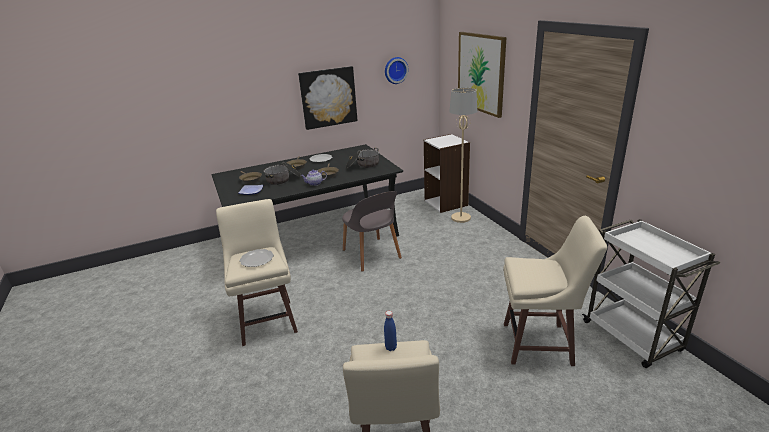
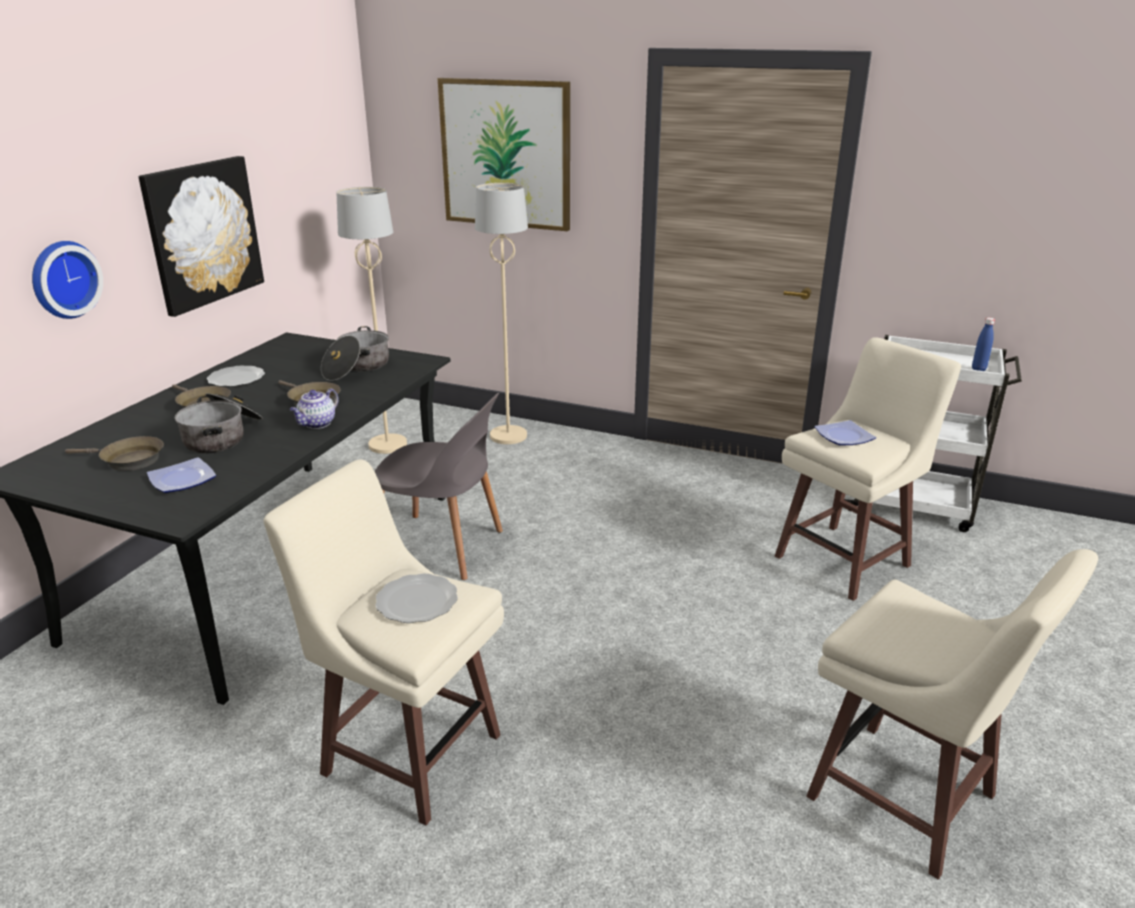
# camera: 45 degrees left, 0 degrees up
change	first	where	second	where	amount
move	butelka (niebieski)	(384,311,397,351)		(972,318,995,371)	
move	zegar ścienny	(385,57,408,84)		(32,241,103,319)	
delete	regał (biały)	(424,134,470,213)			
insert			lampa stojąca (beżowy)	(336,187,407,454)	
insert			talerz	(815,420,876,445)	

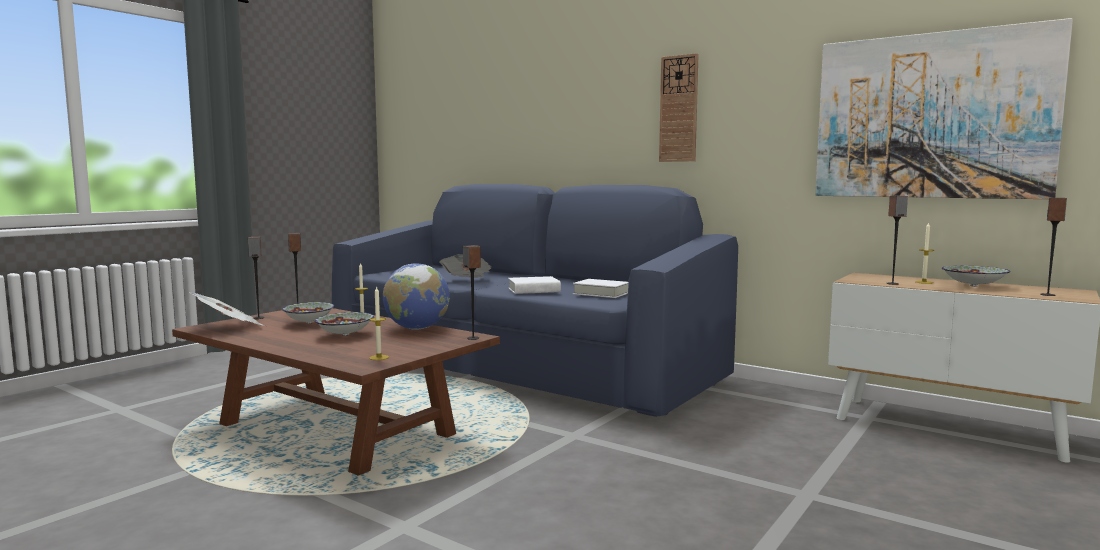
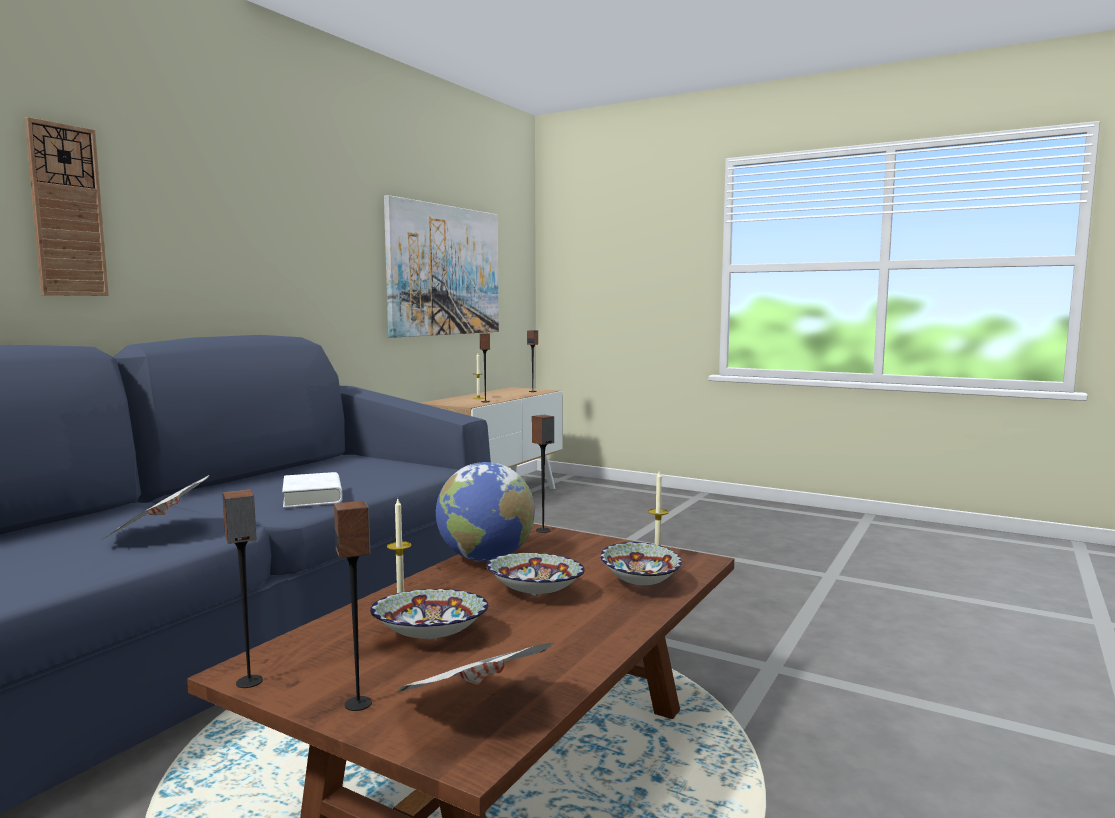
# camera: 95 degrees left, 0 degrees up
change	first	where	second	where	amount
delete	książka (biały)	(573,279,628,298)			
move	zegar ścienny	(659,53,699,162)		(25,117,109,296)	
move	miska	(942,266,1010,287)		(601,542,682,585)	

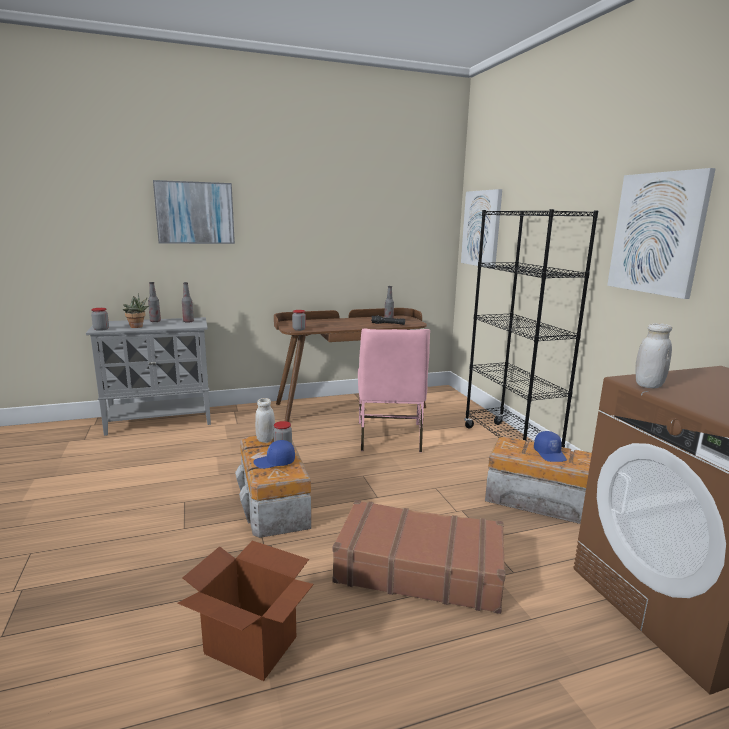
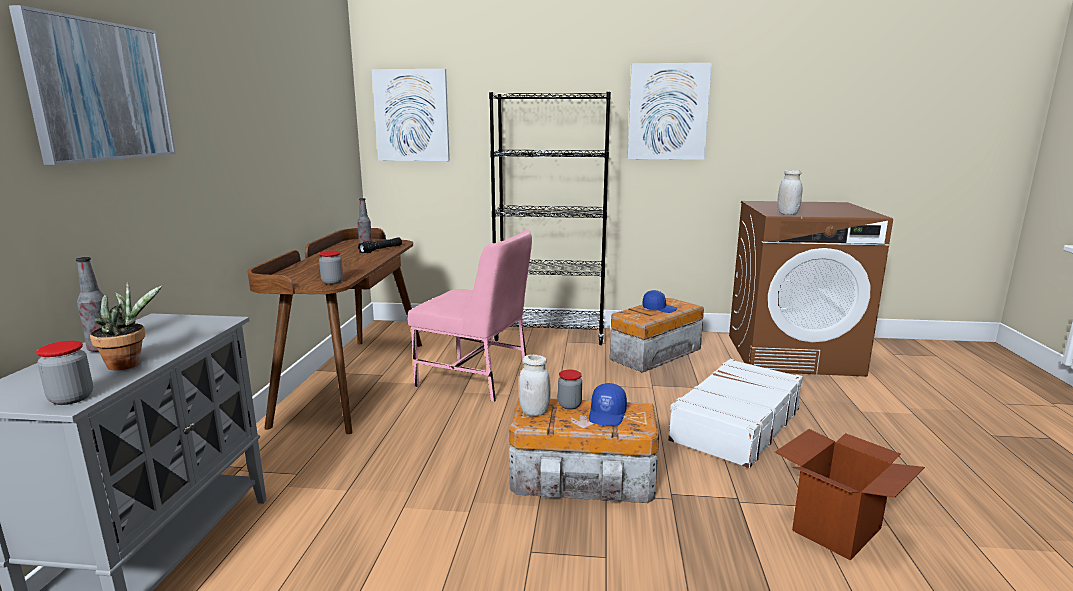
# camera: 65 degrees left, 0 degrees up
change	first	where	second	where	amount
delete	butelka	(182,282,194,323)			
recolor	walizka (brązowy)	(333,500,506,614)	walizka (biały)	(668,359,803,468)	

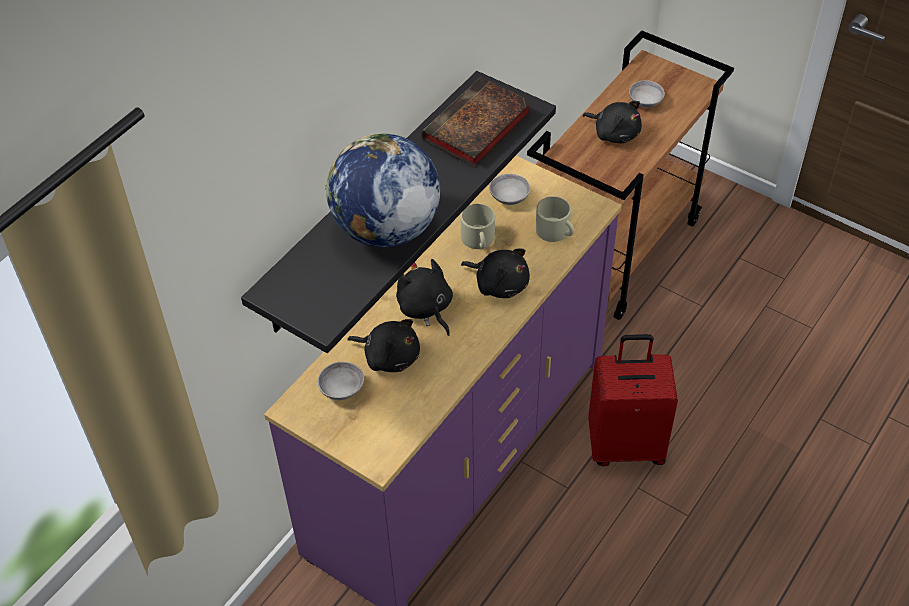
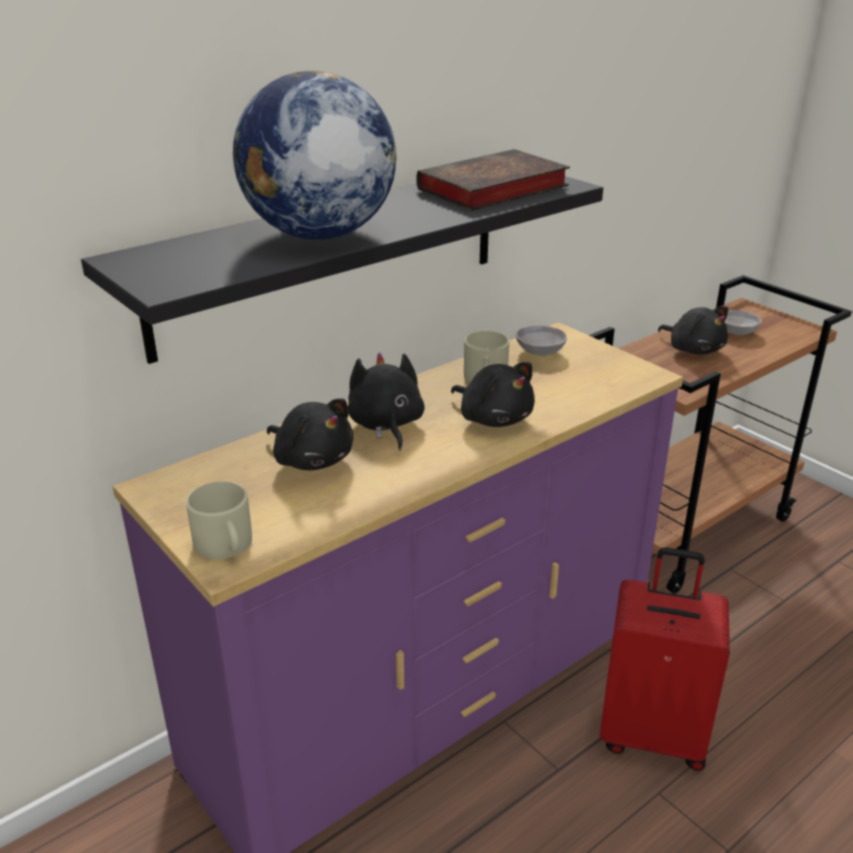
# camera: 15 degrees right, 20 degrees down
change	first	where	second	where	amount
delete	miska (szary)	(318,362,364,400)			
move	kubek (beżowy)	(536,196,574,242)		(186,481,252,559)	

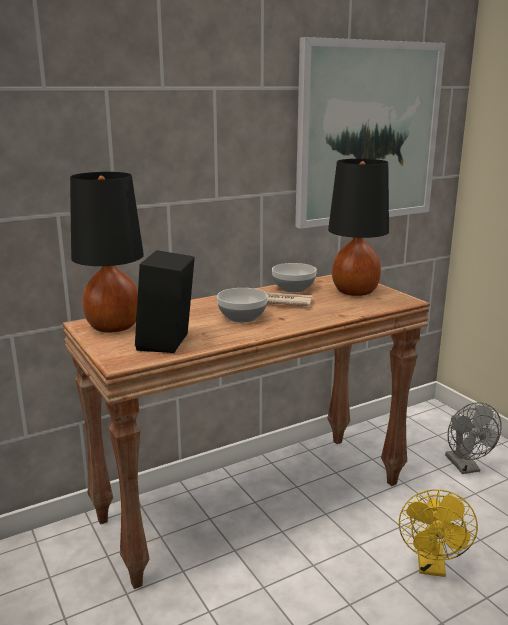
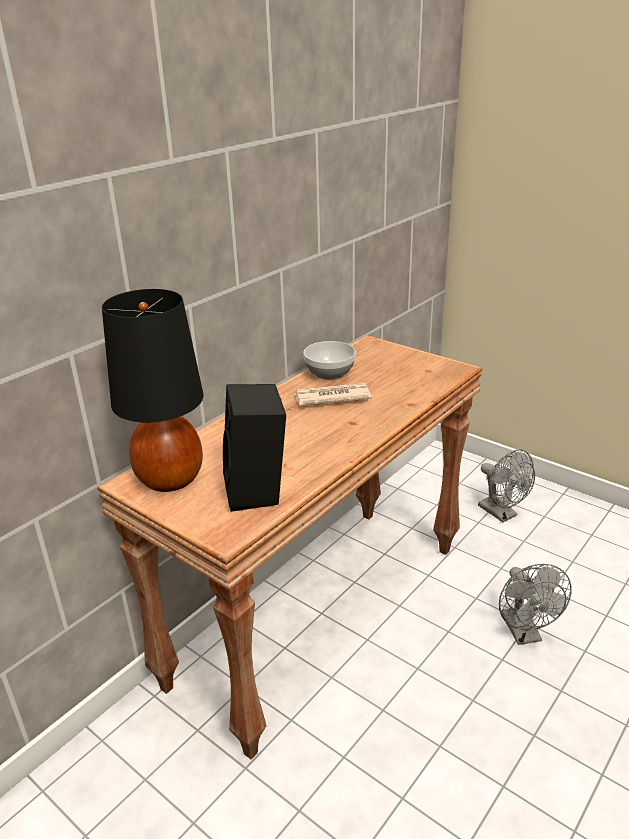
# camera: 20 degrees left, 10 degrees up
change	first	where	second	where	amount
delete	miska	(217,288,268,322)			
delete	obraz	(295,37,445,229)			
delete	lampa stołowa (czarny)	(328,159,389,296)			
recolor	wentylator (żółty)	(399,489,478,577)	wentylator (szary)	(499,564,572,645)	

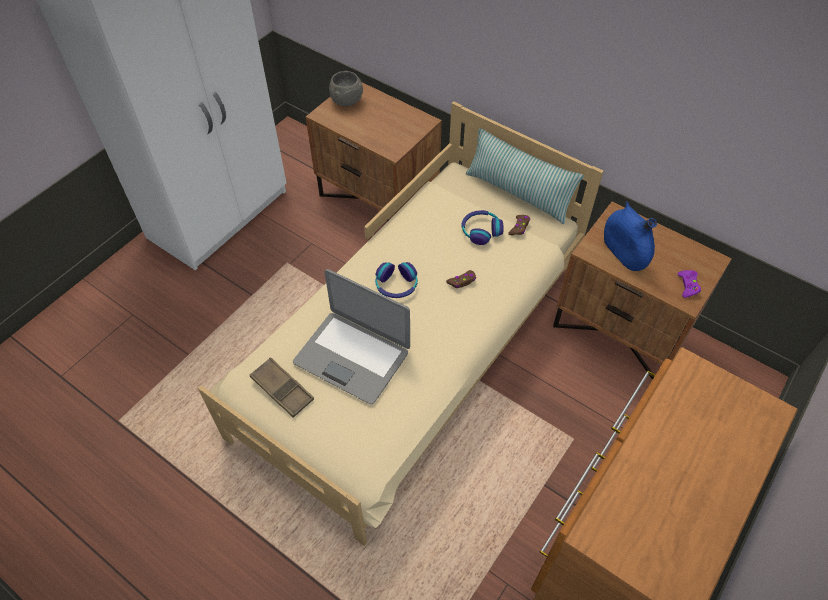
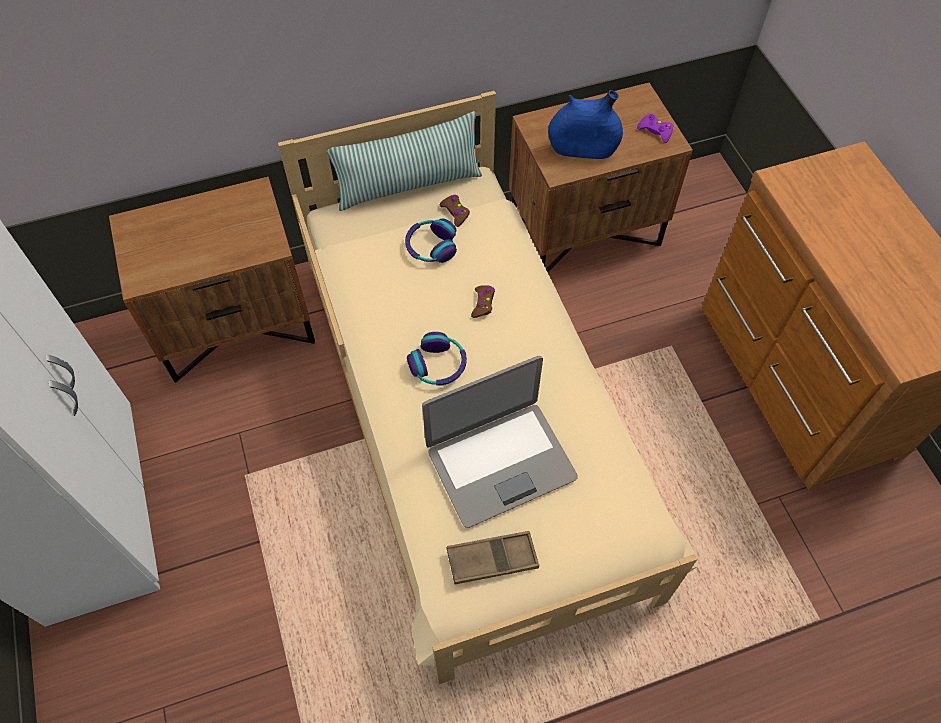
# camera: 55 degrees left, 5 degrees up
change	first	where	second	where	amount
delete	miska (szary)	(329,71,363,106)			

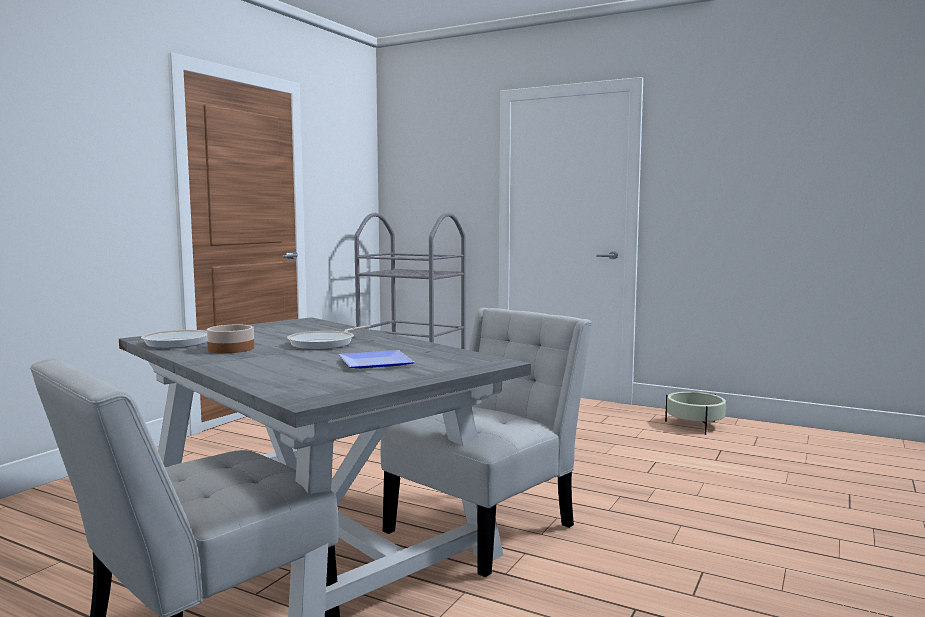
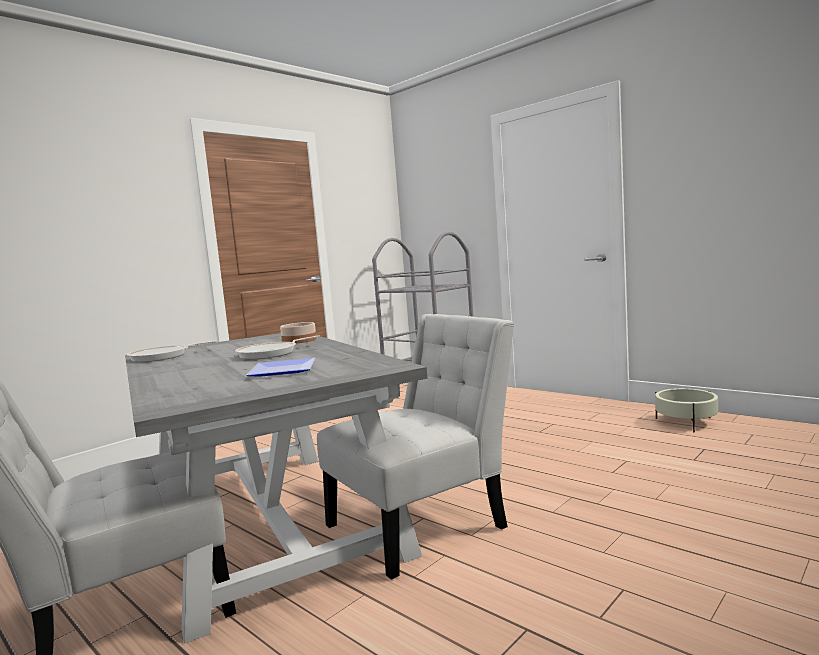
# camera: 15 degrees right, 0 degrees up
change	first	where	second	where	amount
move	miska	(207,325,254,353)		(280,322,316,343)	

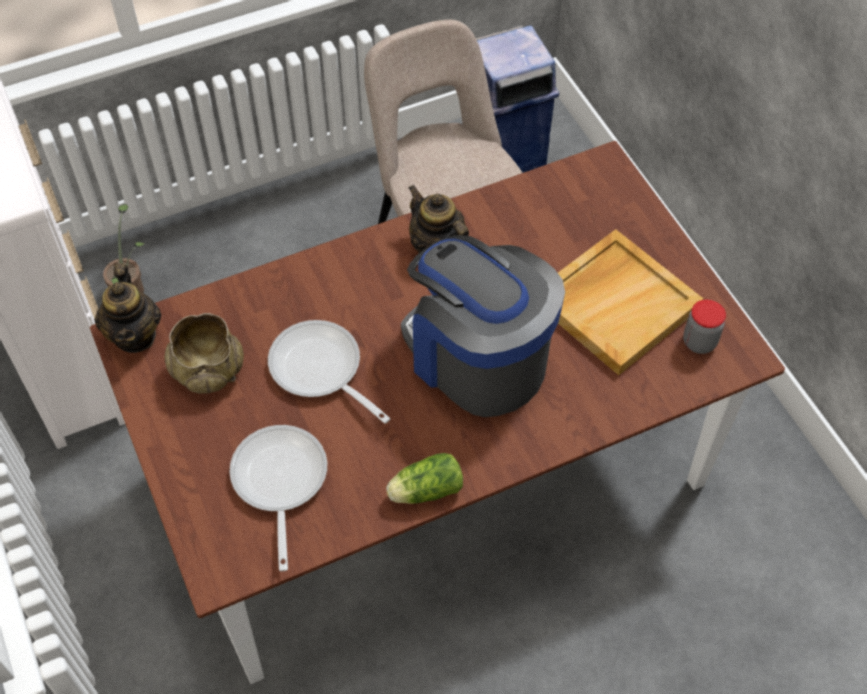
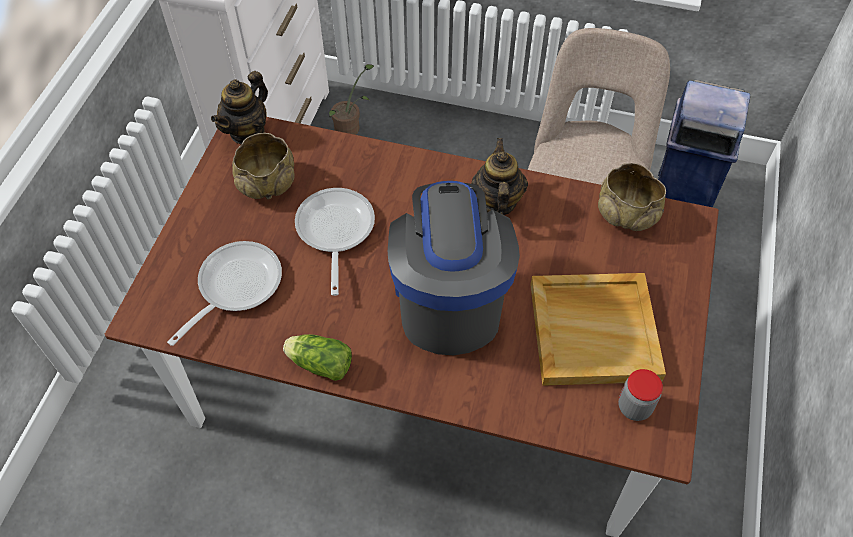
# camera: 40 degrees right, 0 degrees up
change	first	where	second	where	amount
insert			miska (beżowy)	(598,163,666,231)	

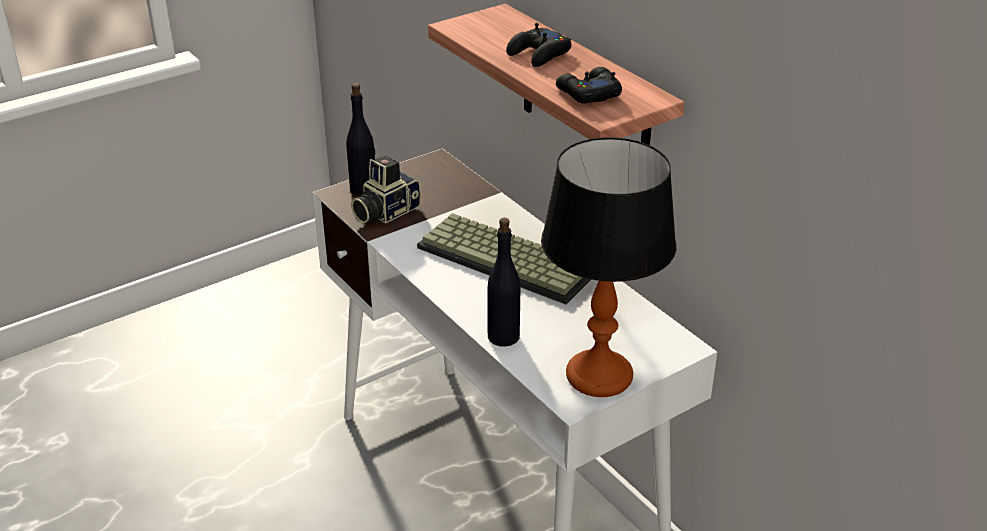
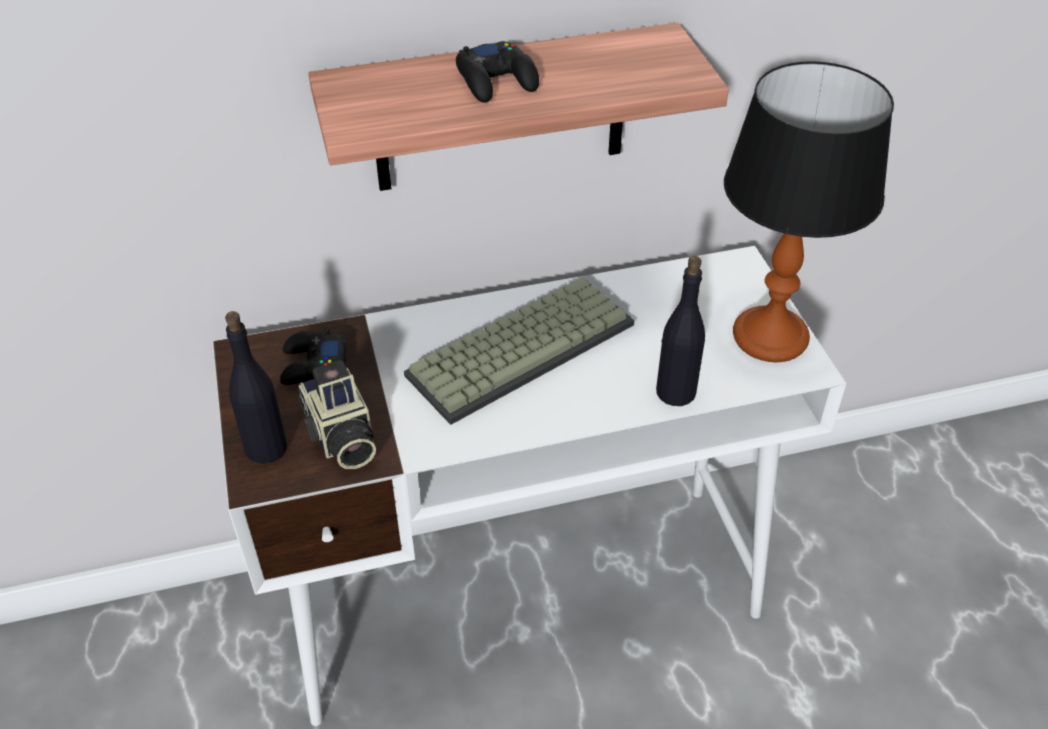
# camera: 70 degrees left, 10 degrees up
change	first	where	second	where	amount
move	pad do gier (czarny)	(556,67,622,104)		(280,328,347,385)	

